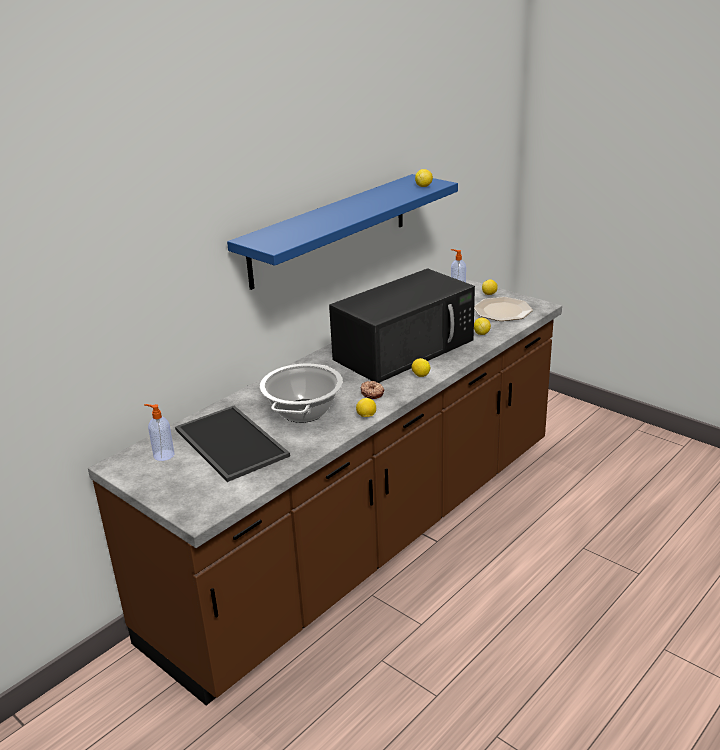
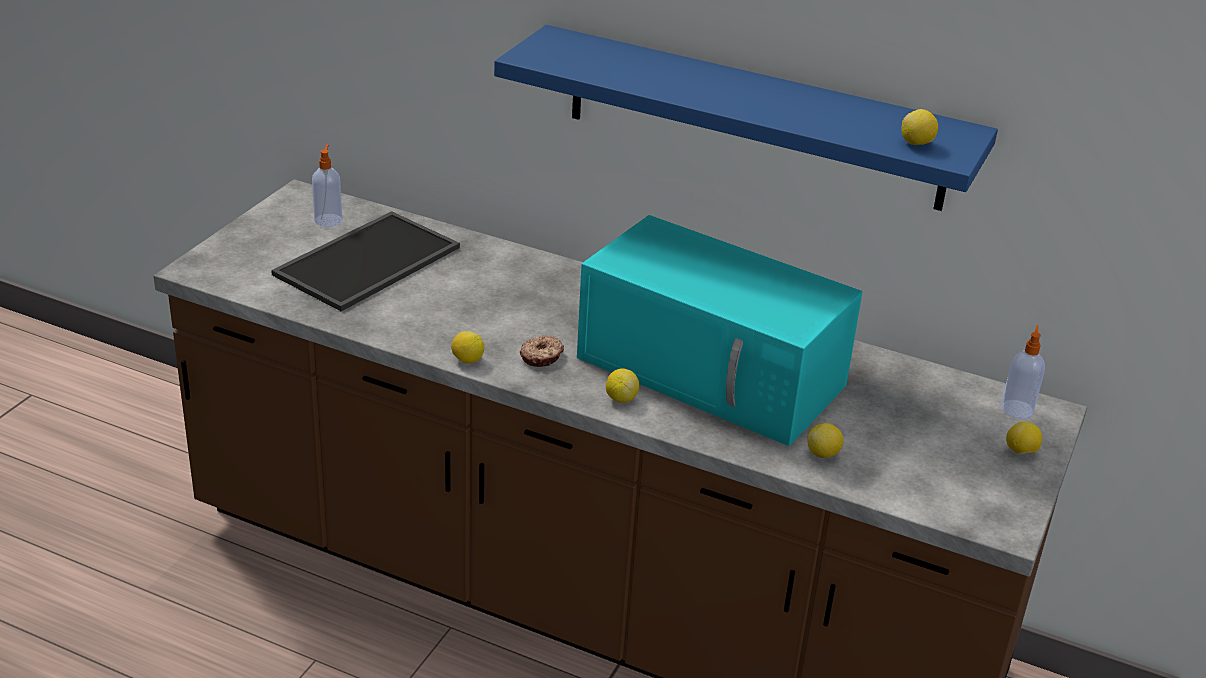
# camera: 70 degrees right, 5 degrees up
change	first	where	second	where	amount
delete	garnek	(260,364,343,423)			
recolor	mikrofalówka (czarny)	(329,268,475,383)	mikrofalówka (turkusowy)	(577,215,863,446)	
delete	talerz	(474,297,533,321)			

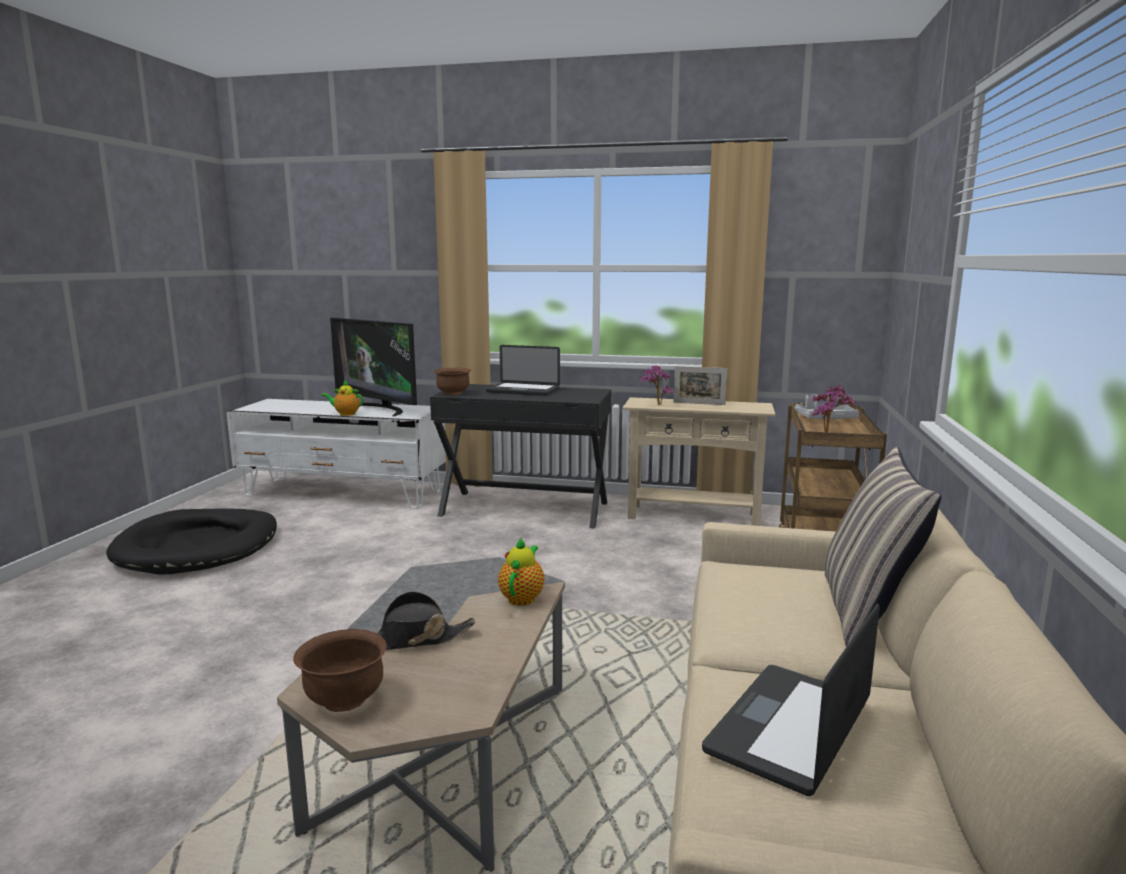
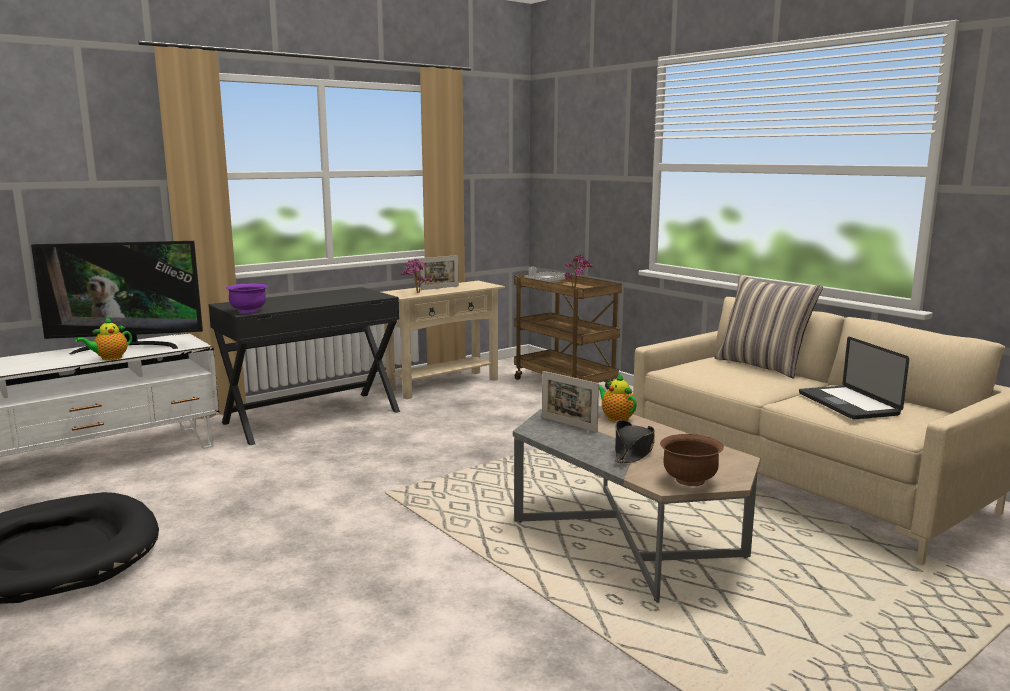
# camera: 50 degrees left, 0 degrees up
change	first	where	second	where	amount
recolor	miska (brązowy)	(434,368,471,395)	miska (fioletowy)	(226,283,268,313)	
delete	laptop	(486,345,560,396)			
insert			ramka na zdjęcie	(542,371,599,432)	

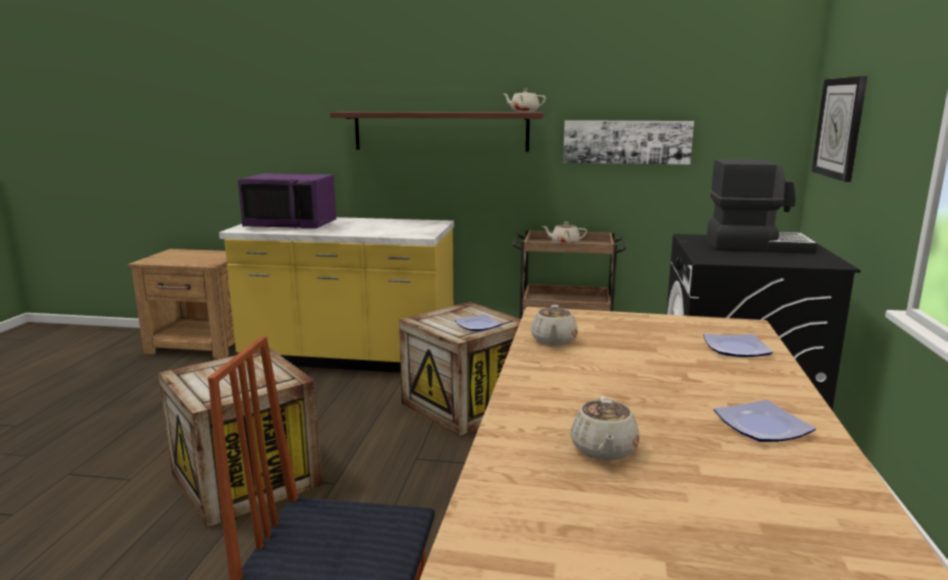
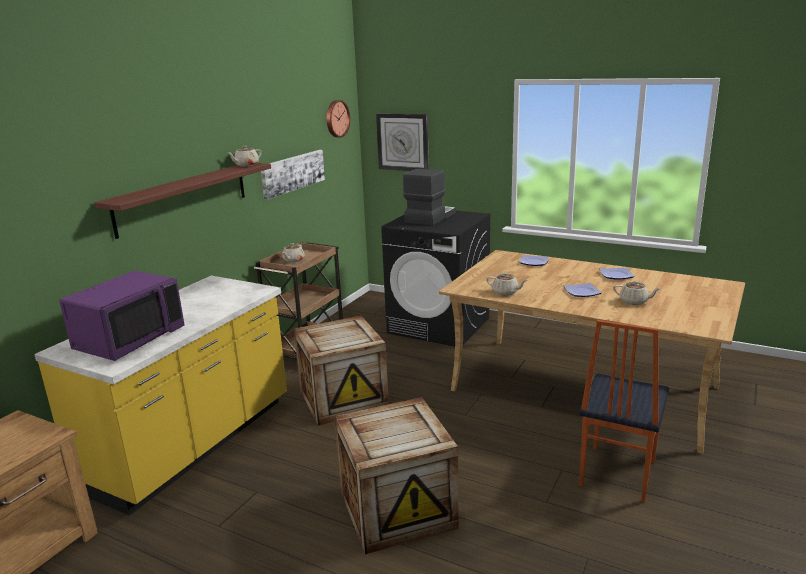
# camera: 70 degrees left, 5 degrees up
change	first	where	second	where	amount
move	talerz	(454,314,502,331)		(564,283,602,297)	
insert			zegar ścienny	(327,100,350,138)	

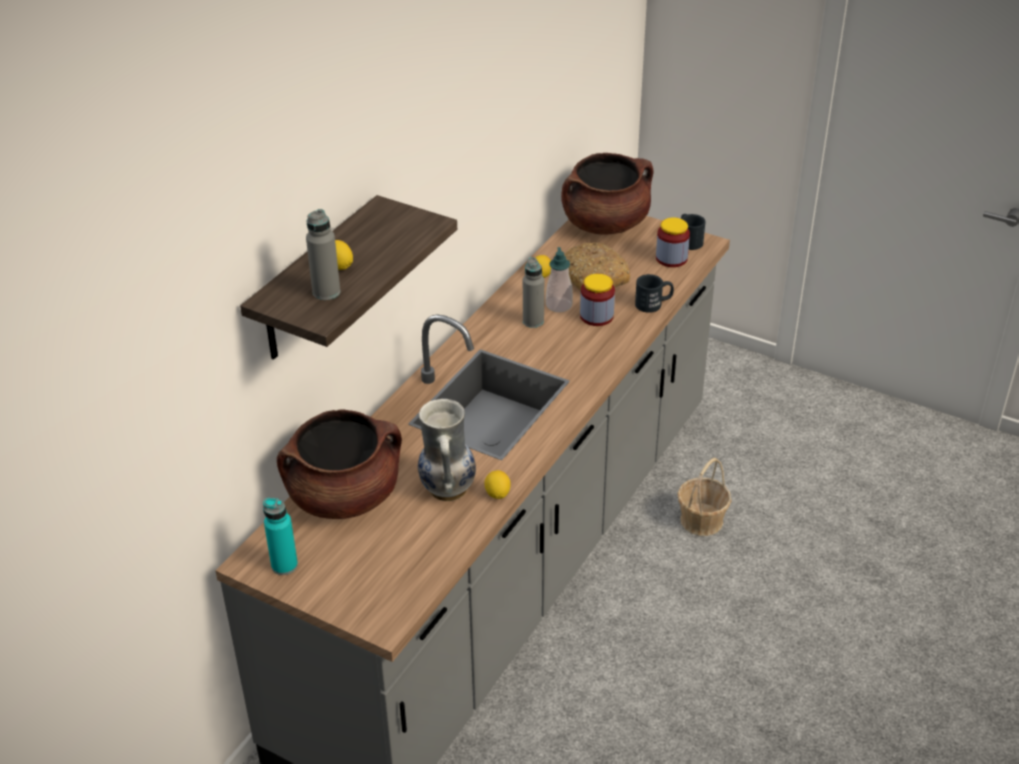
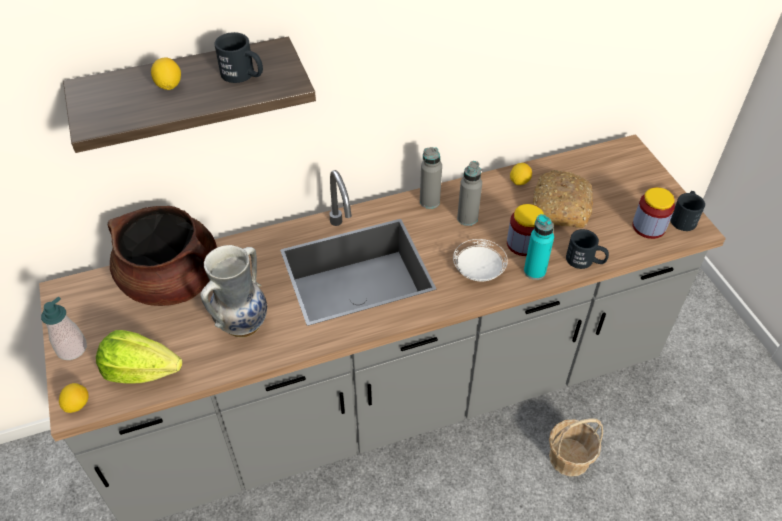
# camera: 40 degrees right, 10 degrees up
change	first	where	second	where	amount
move	butelka (turkusowy)	(263,498,298,575)		(524,214,554,280)	
move	butelka (szary)	(306,209,340,300)		(420,147,442,209)	
move	cytryna	(484,470,511,499)		(59,383,89,413)	
move	dozownik mydła	(546,247,573,312)		(41,297,87,360)	
delete	garnek (brązowy)	(561,153,654,235)			
insert			sałata	(96,330,183,384)	
insert			kubek (czarny)	(214,32,263,83)	
insert			talerz (biały)	(453,239,508,282)	

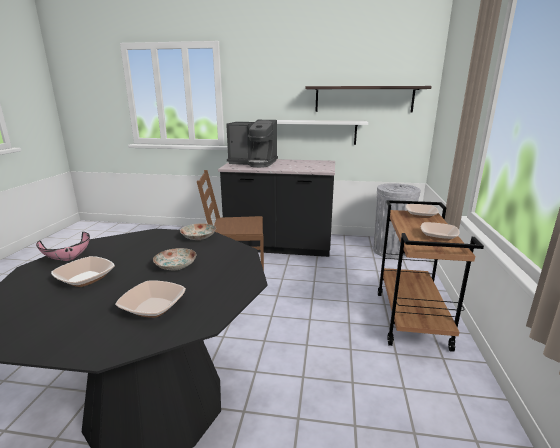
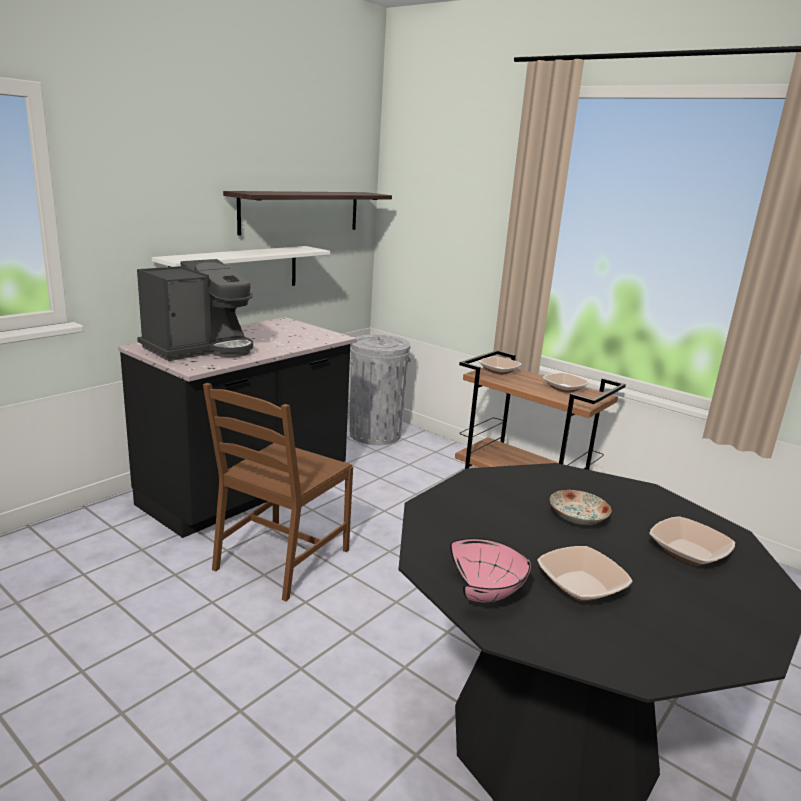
# camera: 60 degrees left, 0 degrees up
change	first	where	second	where	amount
delete	talerz	(180,223,216,240)			

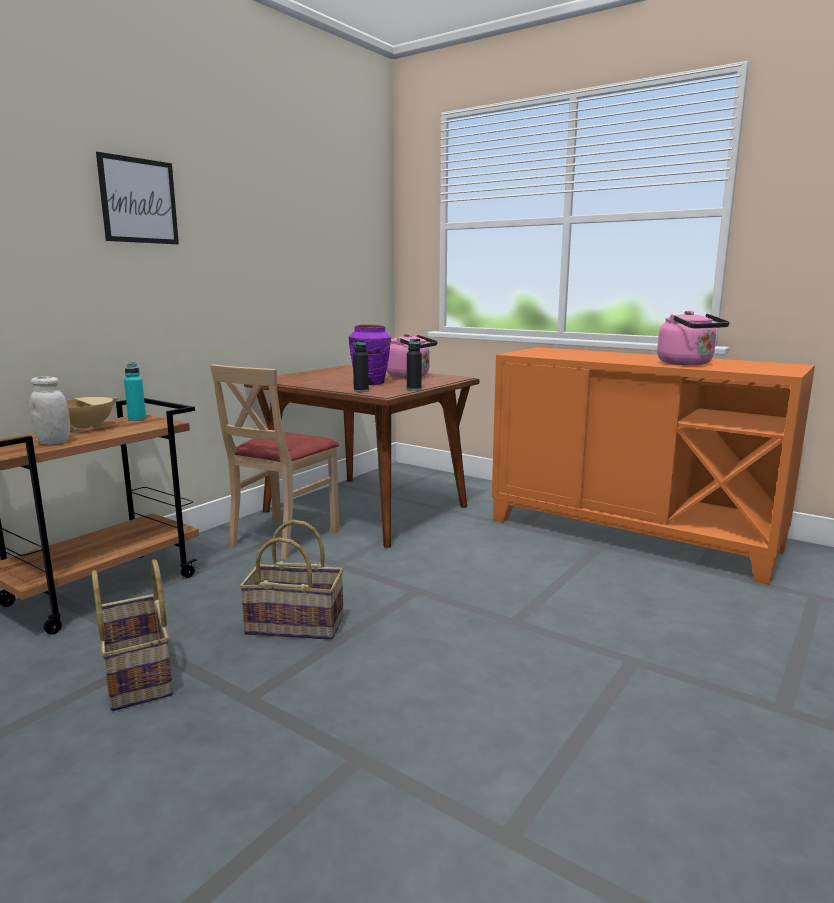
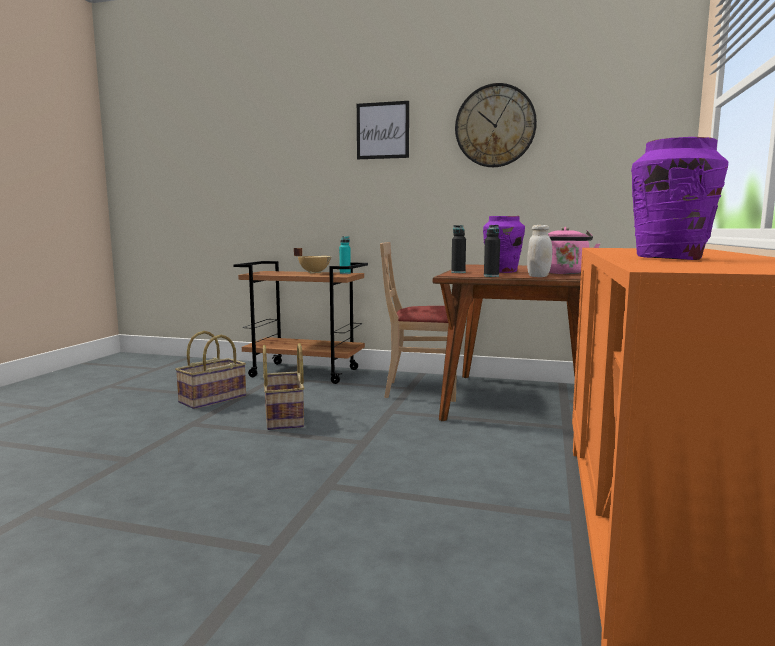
# camera: 70 degrees right, 5 degrees down
change	first	where	second	where	amount
move	słoik (biały)	(29,376,70,445)		(527,225,552,277)	
replace	czajnik (różowy)	(657,311,730,365)	wazon (fioletowy)	(631,137,728,260)	
insert			zegar ścienny	(455,83,537,167)	

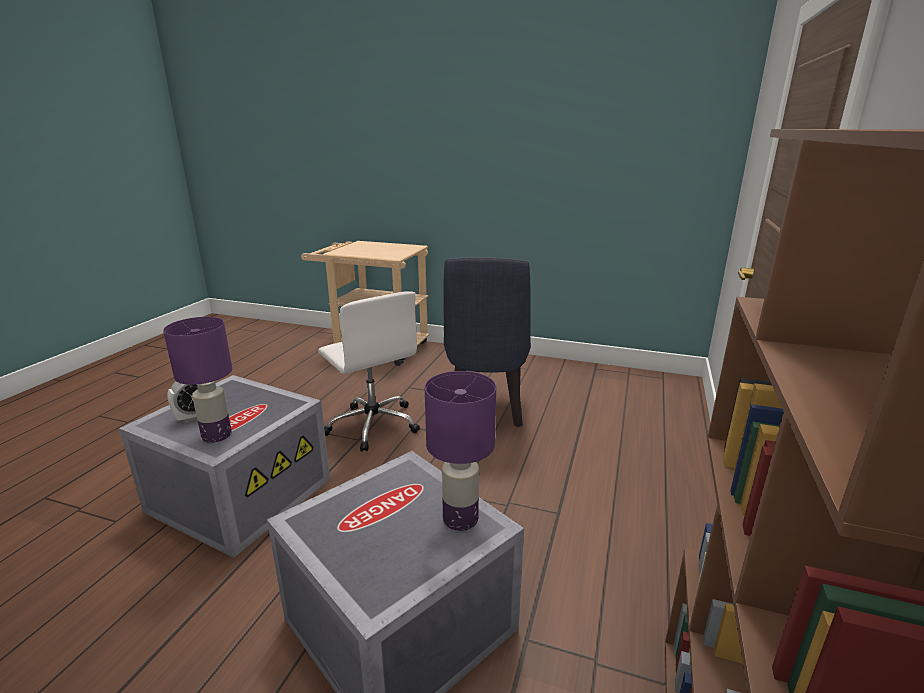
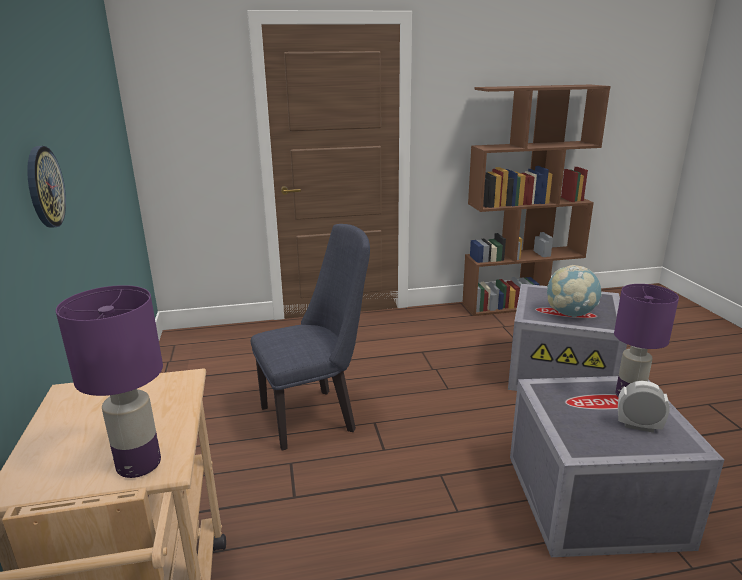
# camera: 120 degrees left, 0 degrees up
change	first	where	second	where	amount
delete	krzesło biurowe (biały)	(318,291,420,452)			
move	lampa stołowa (fioletowy)	(425,371,496,531)		(56,285,163,478)	
insert			zegar ścienny	(27,146,66,228)	
insert			globus	(547,265,602,317)	

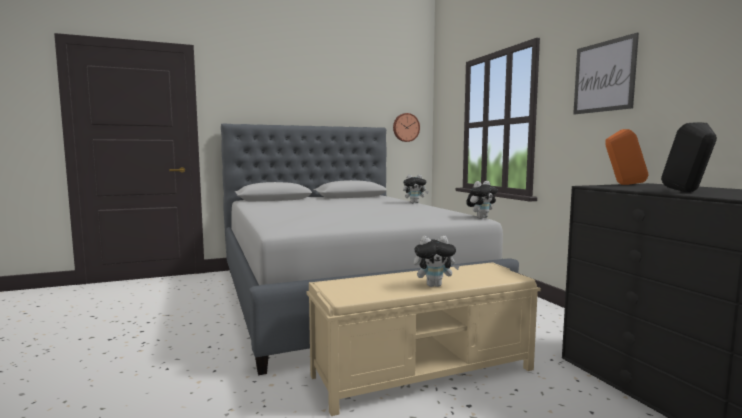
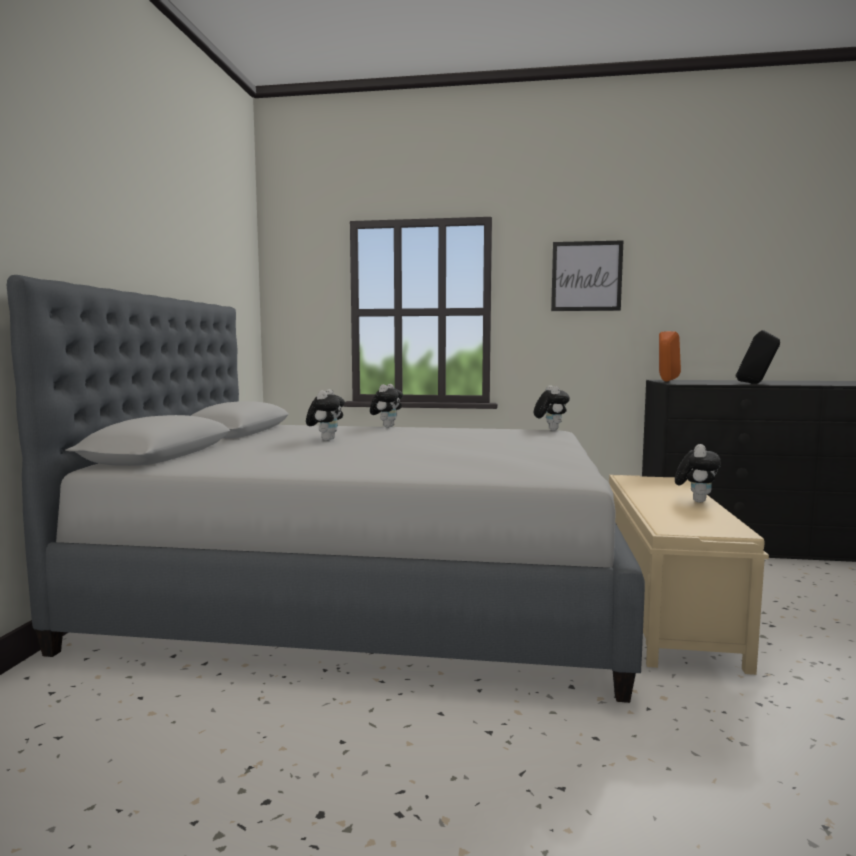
# camera: 60 degrees left, 0 degrees up
change	first	where	second	where	amount
delete	zegar ścienny	(393,113,420,142)			
insert			pluszak	(306,389,345,441)	

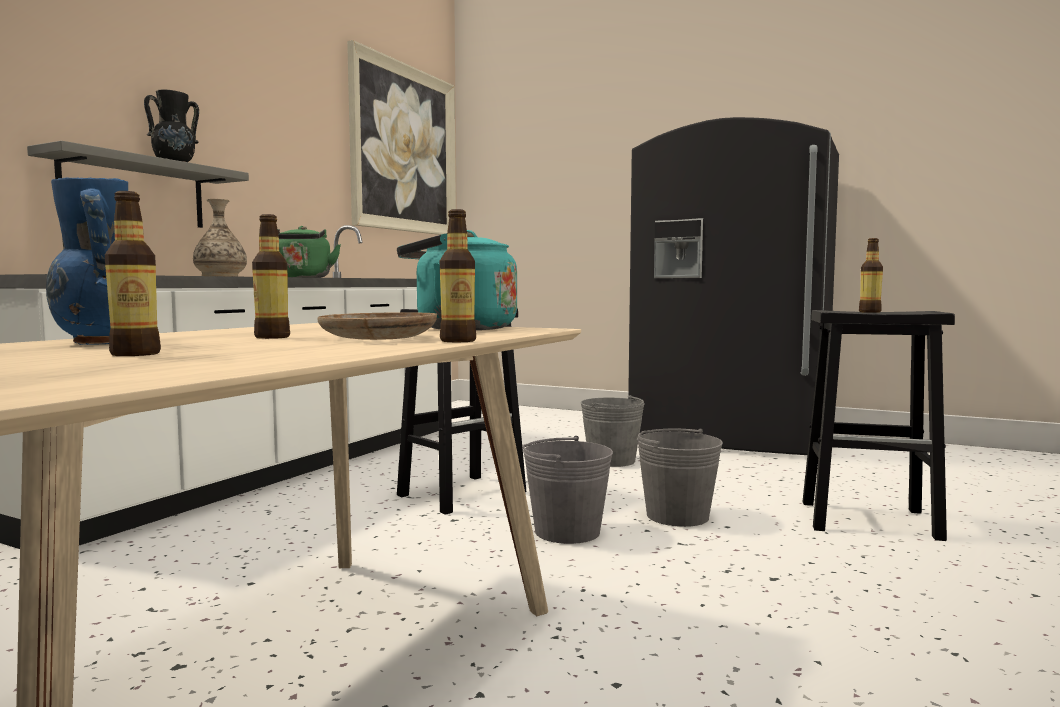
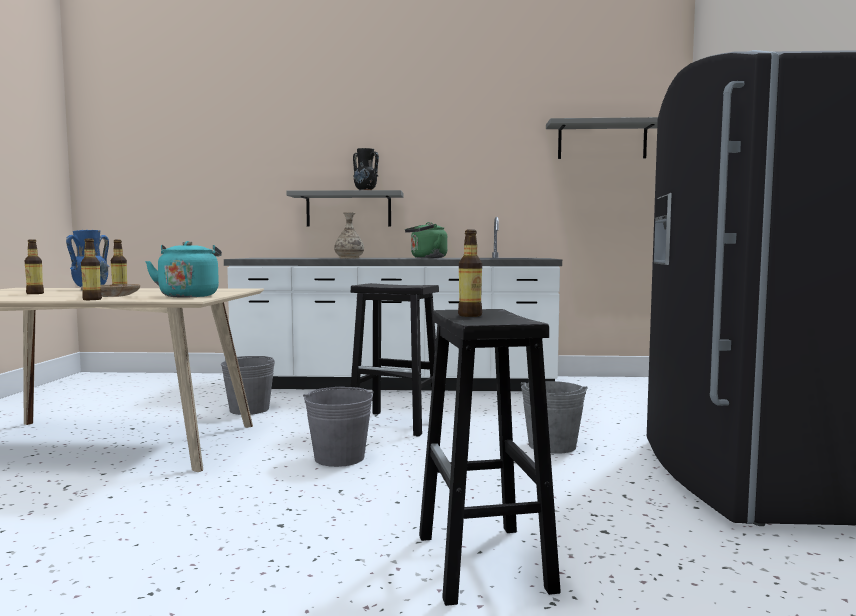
# camera: 65 degrees right, 0 degrees up
change	first	where	second	where	amount
replace	obraz	(347,40,456,235)	półka (szary)	(546,117,658,159)	
move	wiadro (szary)	(637,429,723,527)		(221,356,275,415)	

